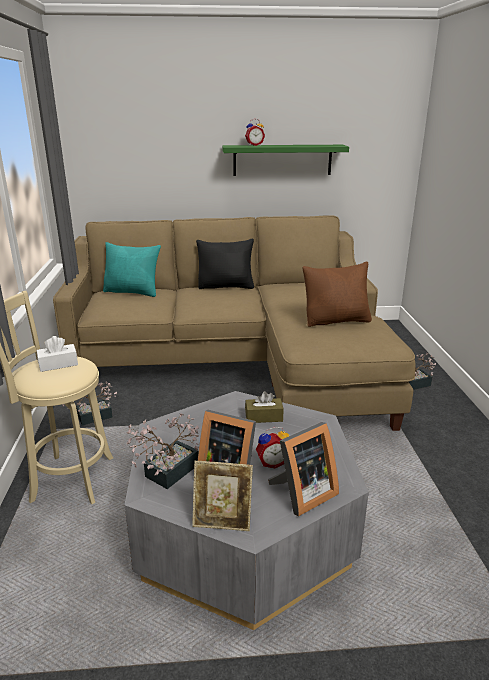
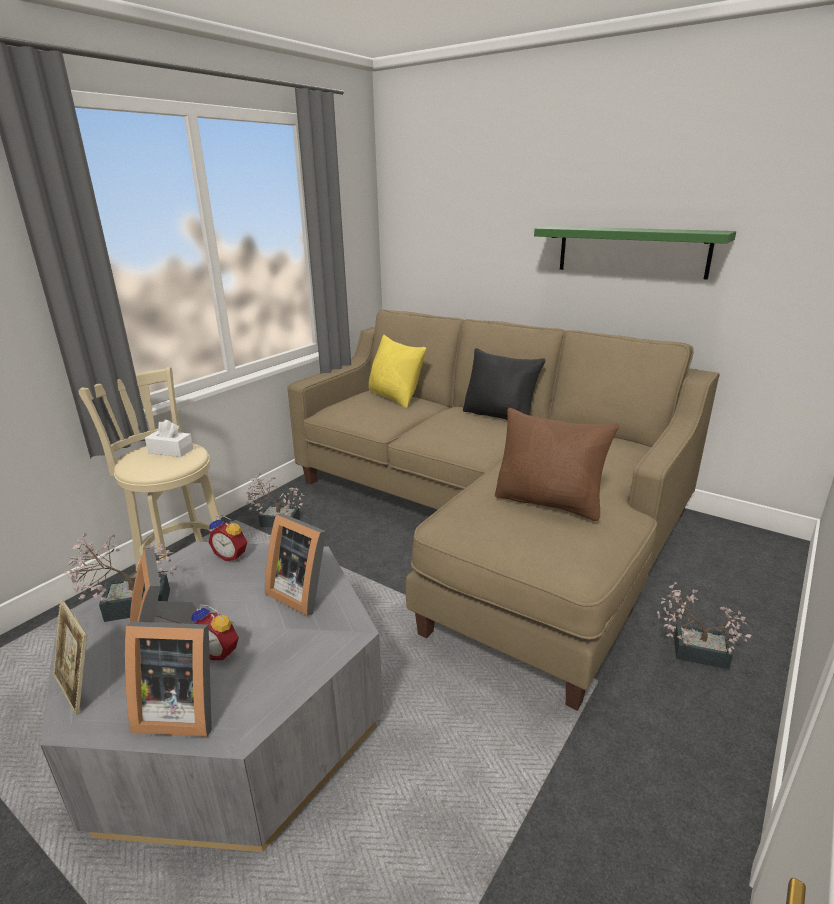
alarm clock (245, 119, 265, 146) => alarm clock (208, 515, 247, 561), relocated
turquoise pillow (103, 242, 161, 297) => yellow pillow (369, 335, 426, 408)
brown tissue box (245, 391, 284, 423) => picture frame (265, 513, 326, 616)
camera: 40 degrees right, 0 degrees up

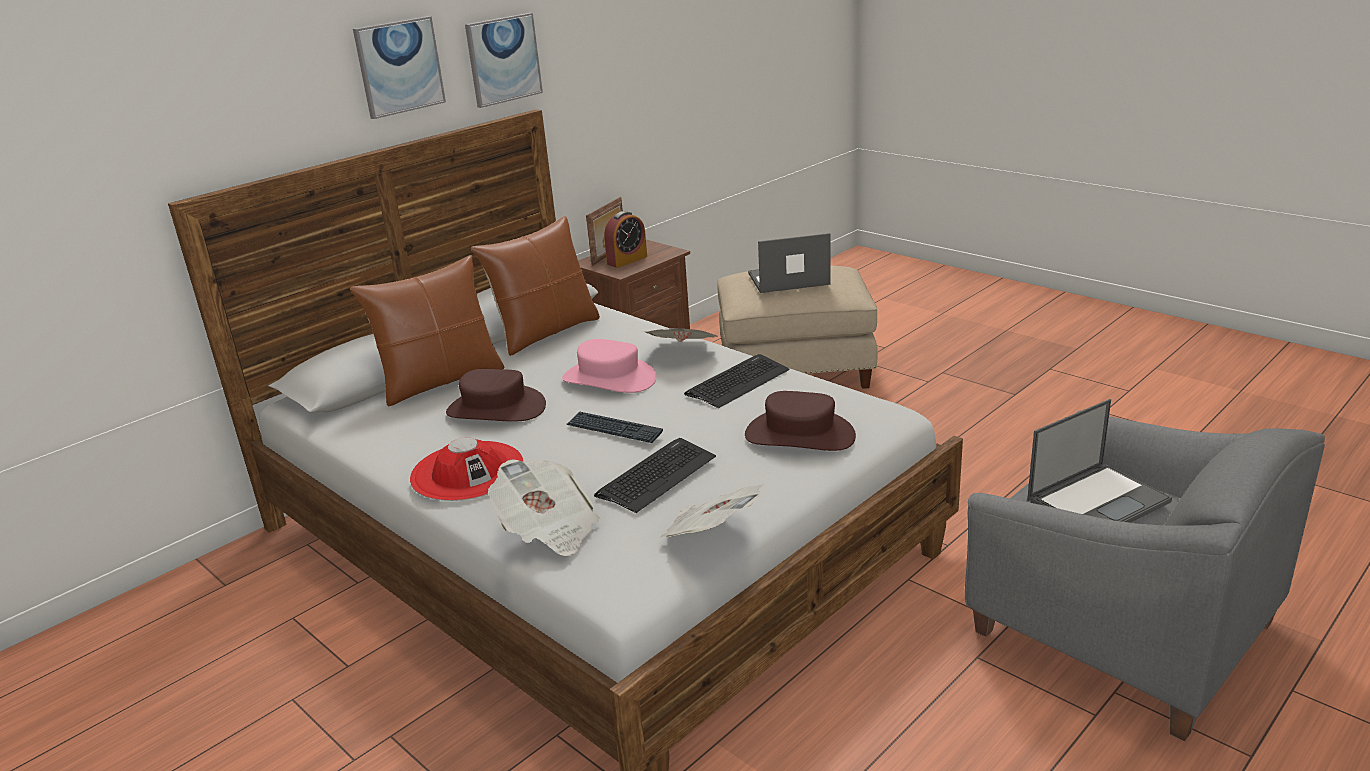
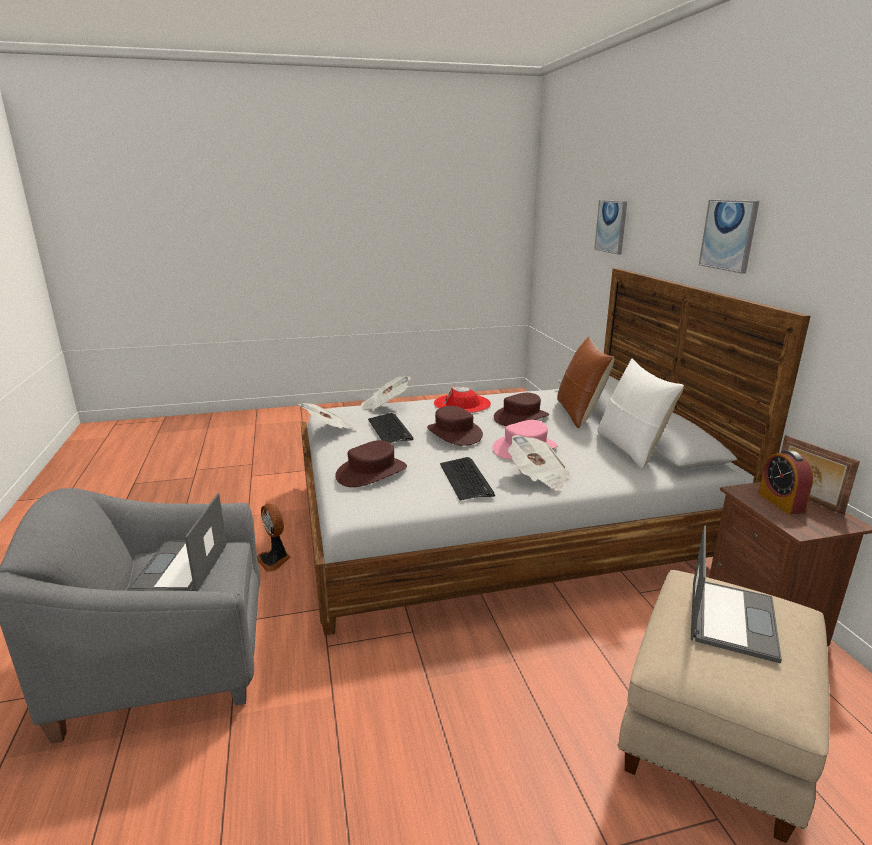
picture (465, 13, 543, 108) => picture (594, 200, 627, 255), relocated
brown pillow (471, 216, 600, 356) => white pillow (597, 359, 684, 469)
keyboard (567, 411, 663, 443) => brown hat (427, 406, 483, 446)
nothing => fan (257, 503, 291, 572)
camera: 120 degrees right, 5 degrees down

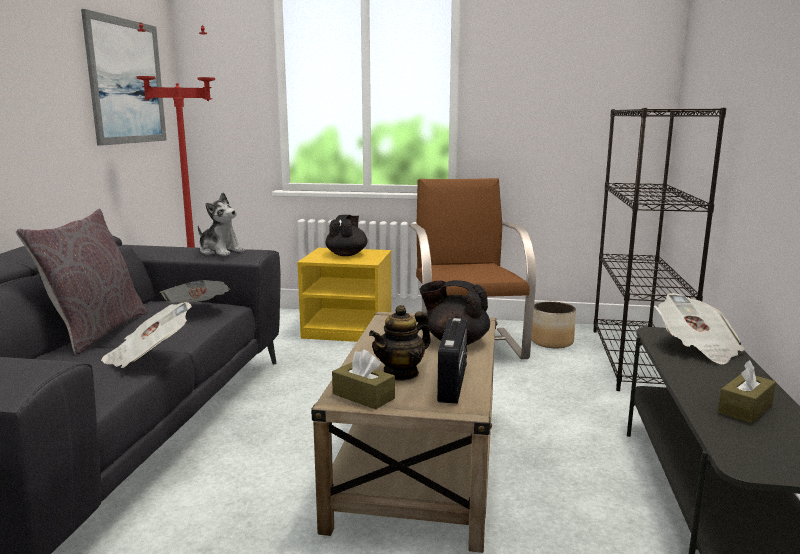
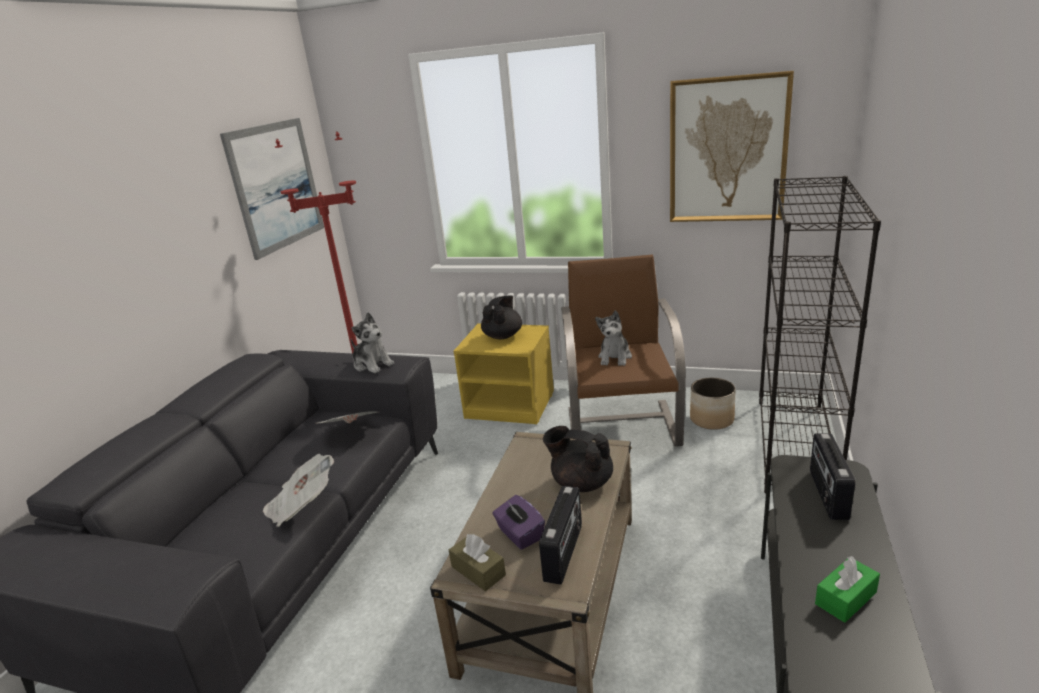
grey pillow (16, 209, 148, 355) => nothing
newspaper (658, 293, 745, 365) => radio (810, 433, 855, 520)
teapot (369, 305, 431, 381) => purple tissue box (492, 495, 545, 550)
brown tissue box (718, 360, 776, 423) => green tissue box (815, 556, 880, 623)
nothing => picture (670, 71, 794, 222)
nothing => plush toy (595, 310, 632, 366)
camera: 10 degrees right, 10 degrees up

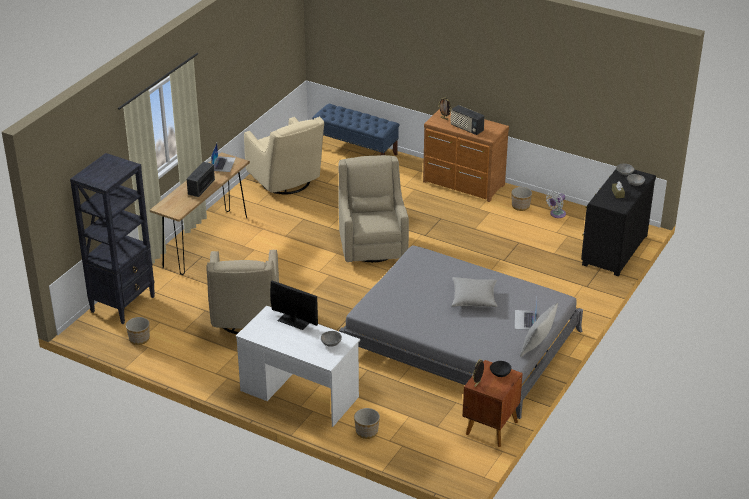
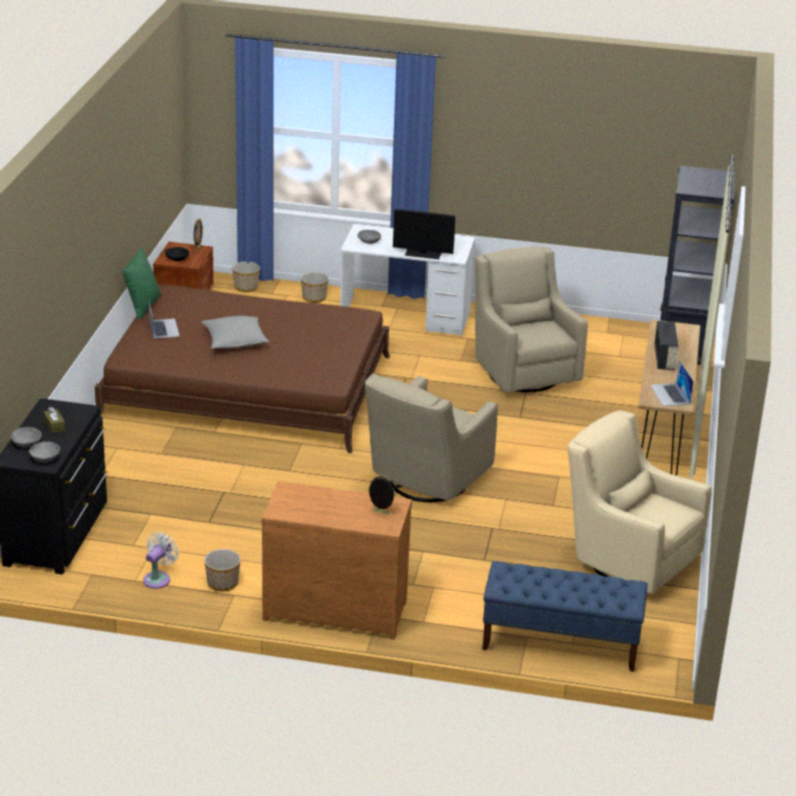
radio (450, 105, 485, 135) => nothing
beige armchair (338, 155, 409, 263) => beige armchair (365, 373, 498, 502), 60 degrees clockwise
grey bed (339, 245, 583, 419) => brown bed (95, 284, 390, 453)
grey pillow (520, 303, 558, 357) => green pillow (122, 247, 161, 320)
planter (126, 317, 150, 345) => planter (232, 262, 260, 292), relocated
camera: 160 degrees right, 5 degrees down

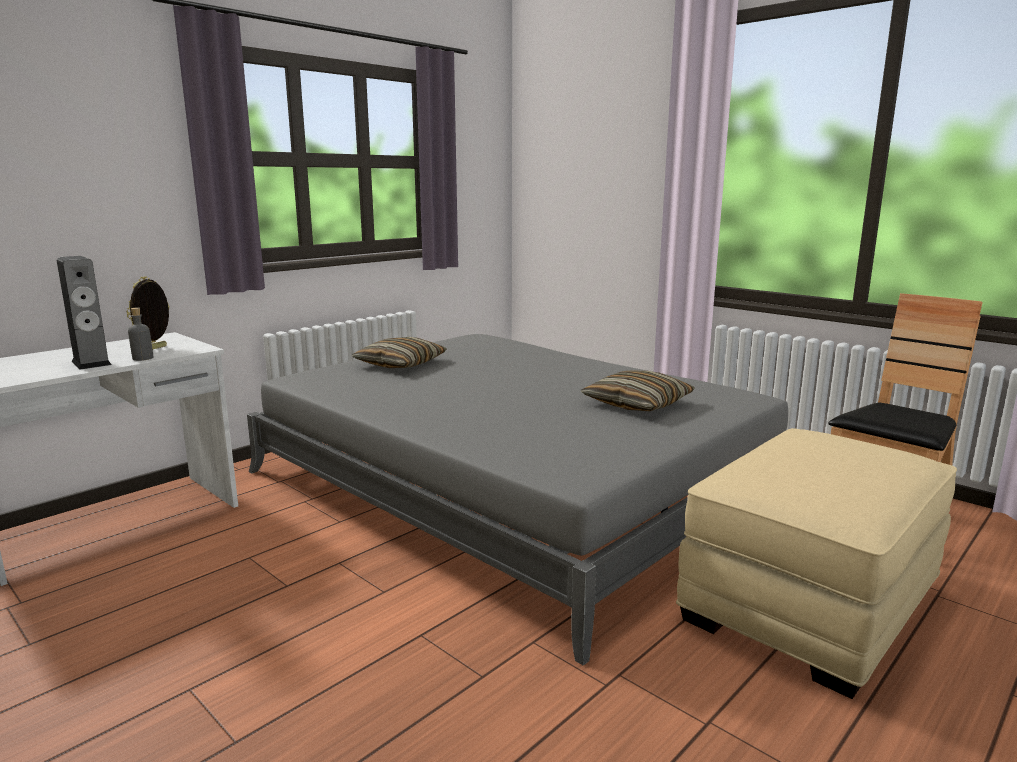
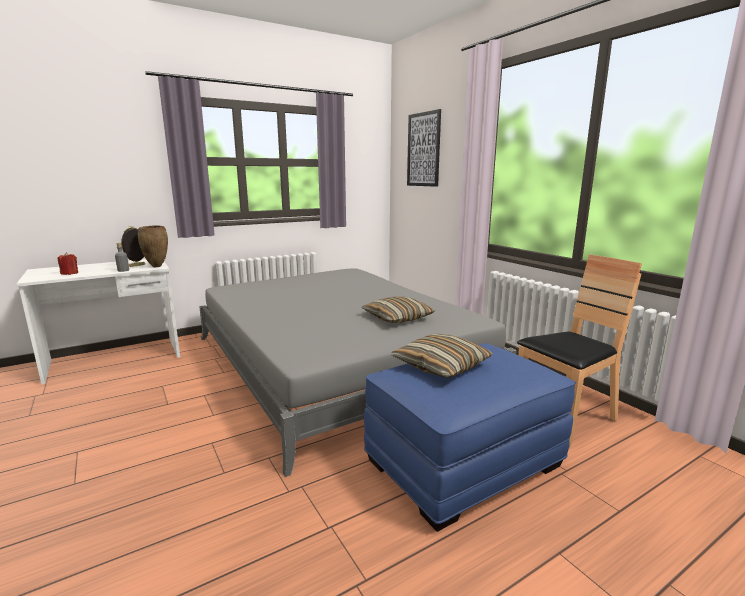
speaker (57, 256, 111, 370) => nothing
pillow (351, 337, 447, 368) => pillow (391, 334, 493, 379), relocated
beige ottoman (676, 428, 957, 699) => blue ottoman (364, 343, 576, 532)
nothing => picture (407, 109, 441, 187)
nothing => brown vase (138, 226, 168, 267)
nothing => red candle (58, 252, 78, 275)
camera: 15 degrees right, 0 degrees up

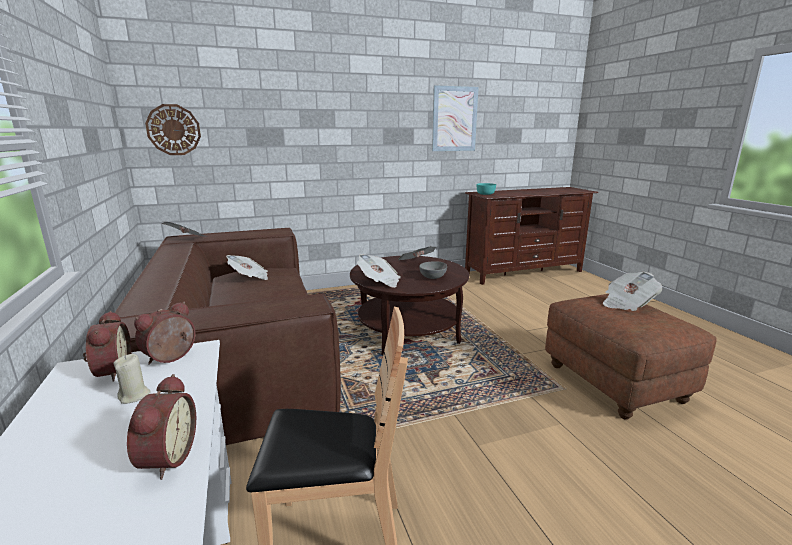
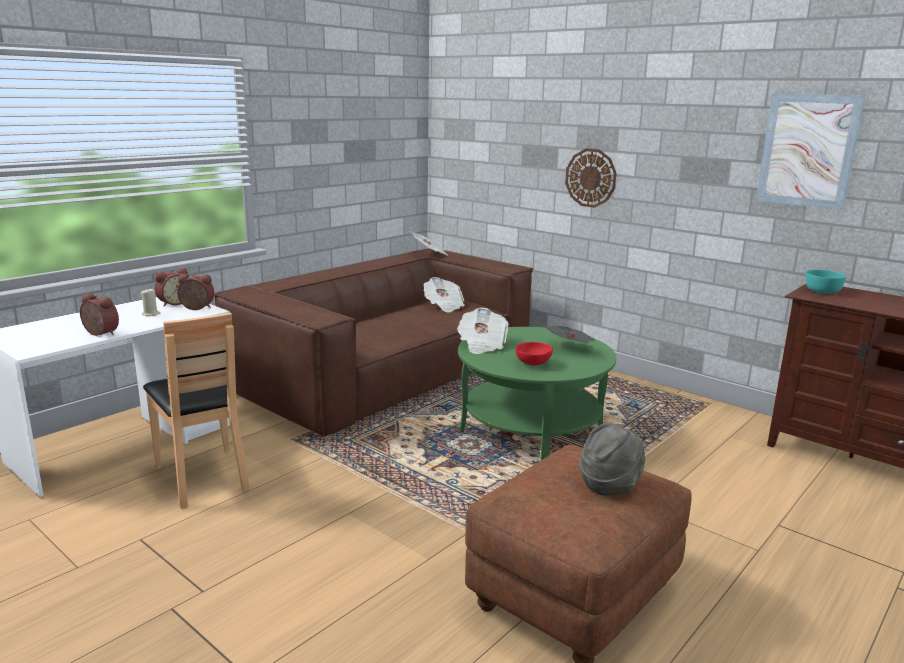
wall clock (145, 104, 201, 155) => wall clock (565, 148, 617, 208), relocated
brown coffee table (350, 256, 469, 355) => green coffee table (458, 327, 616, 460)
grey bowl (419, 261, 447, 279) => red bowl (516, 342, 553, 366)
newspaper (603, 272, 662, 311) => grey hat (579, 423, 645, 496)
alarm clock (127, 374, 196, 480) => alarm clock (80, 293, 119, 336), 120 degrees counterclockwise
camera: 60 degrees right, 0 degrees up

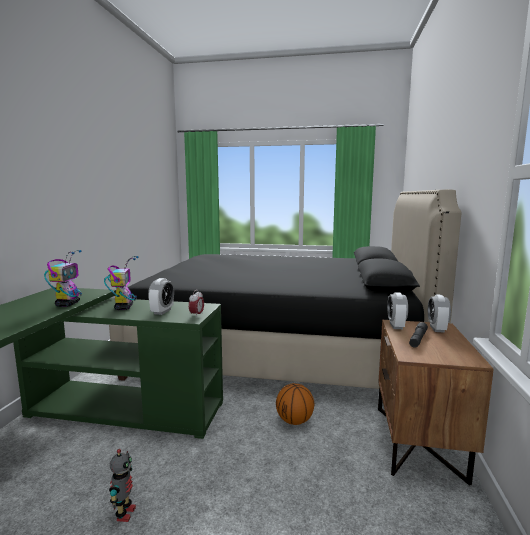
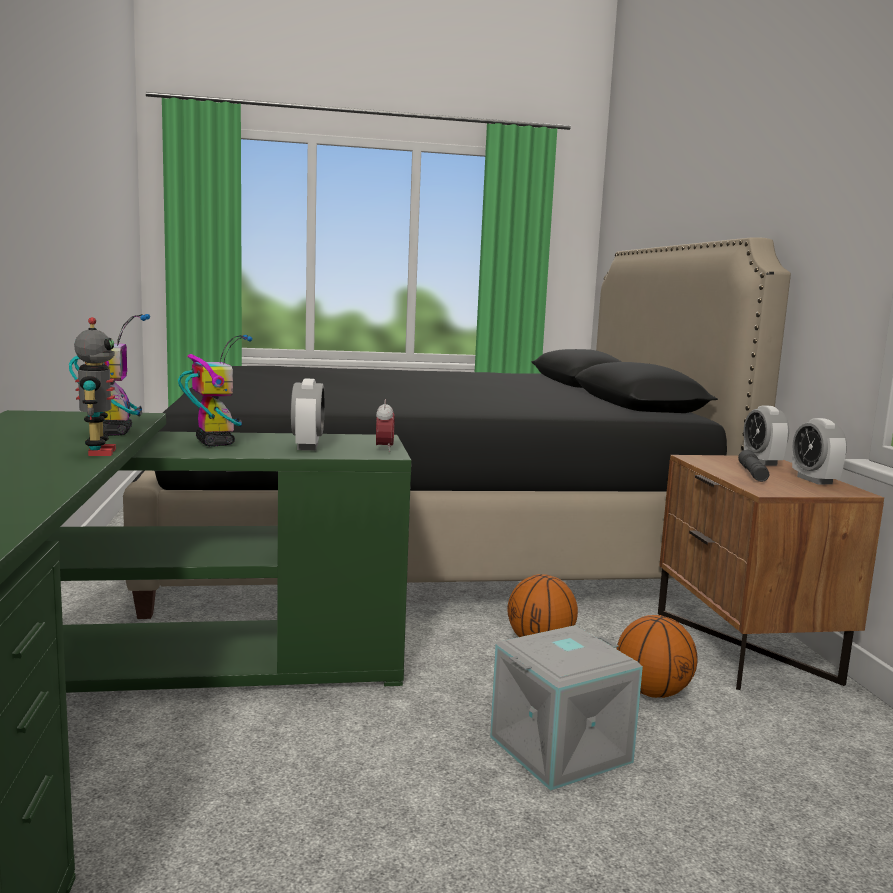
alarm clock (387, 292, 408, 329) => alarm clock (792, 418, 847, 484), relocated
toy robot (109, 449, 136, 522) => toy robot (74, 317, 116, 456), relocated
nothing => basketball (617, 615, 698, 698)
nothing => grey storage box (490, 625, 643, 791)
camera: 20 degrees left, 0 degrees up

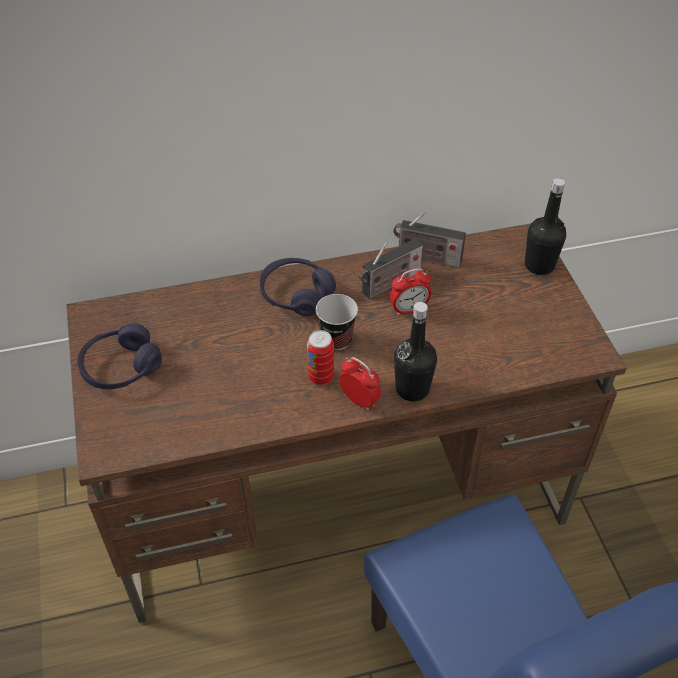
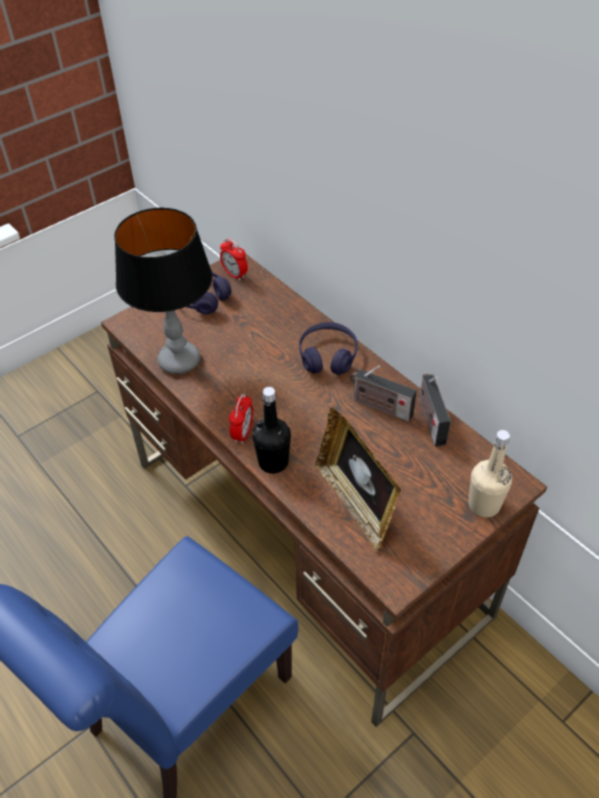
black bottle (525, 178, 566, 275) => beige bottle (468, 430, 512, 517)
alarm clock (390, 268, 431, 316) => alarm clock (220, 238, 248, 281), relocated
cup (316, 294, 358, 350) => nothing
can (307, 330, 334, 385) => nothing
nothing => table lamp (114, 208, 213, 374)
nothing => picture frame (316, 407, 401, 552)
camera: 65 degrees right, 0 degrees up

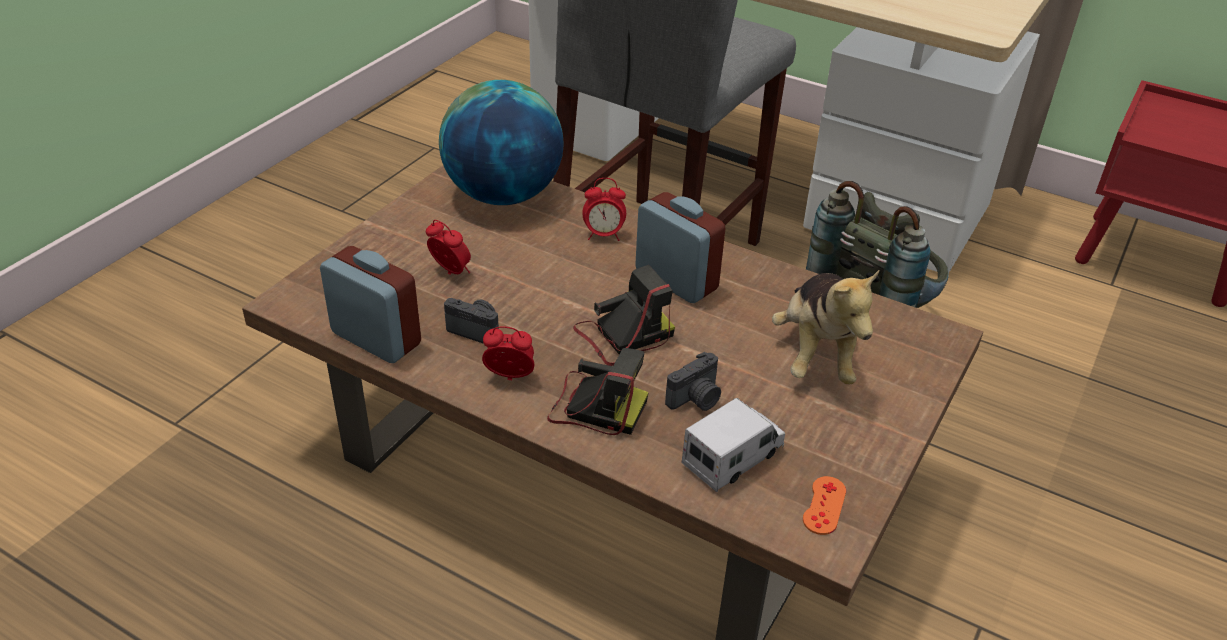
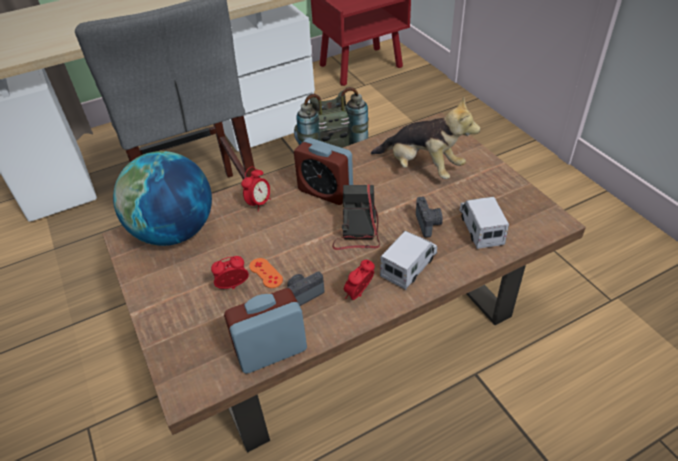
alarm clock (635, 192, 726, 303) => alarm clock (294, 138, 353, 205), 135 degrees counterclockwise
photo camera (547, 348, 649, 435) => toy truck (380, 231, 437, 290)
orange game controller (803, 476, 846, 535) => orange game controller (249, 258, 283, 288), relocated
camera: 55 degrees left, 5 degrees up

